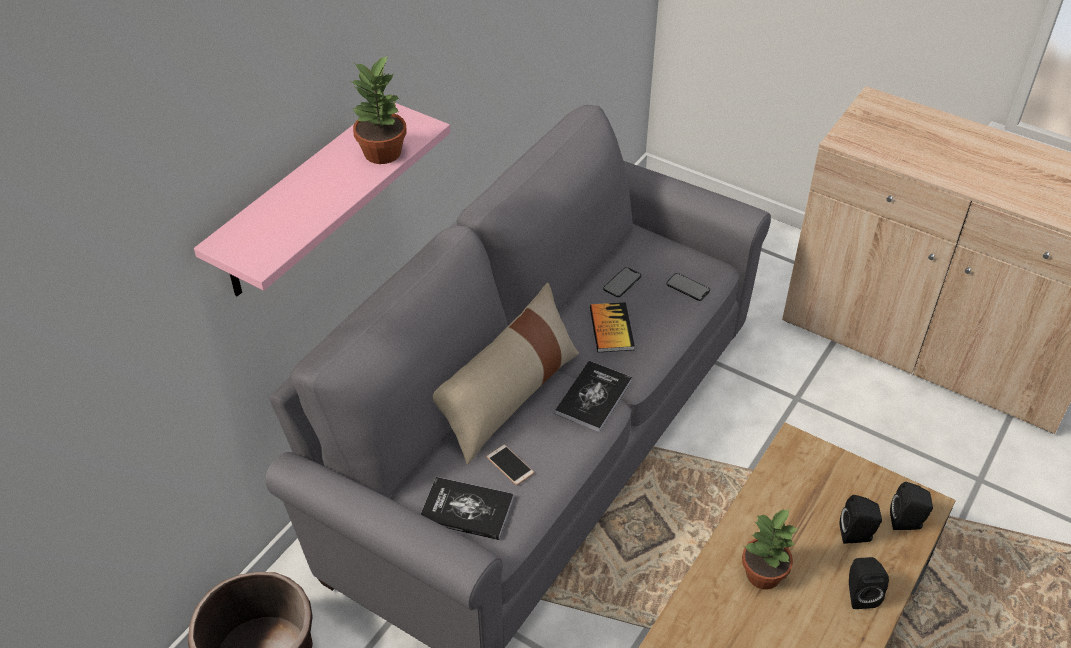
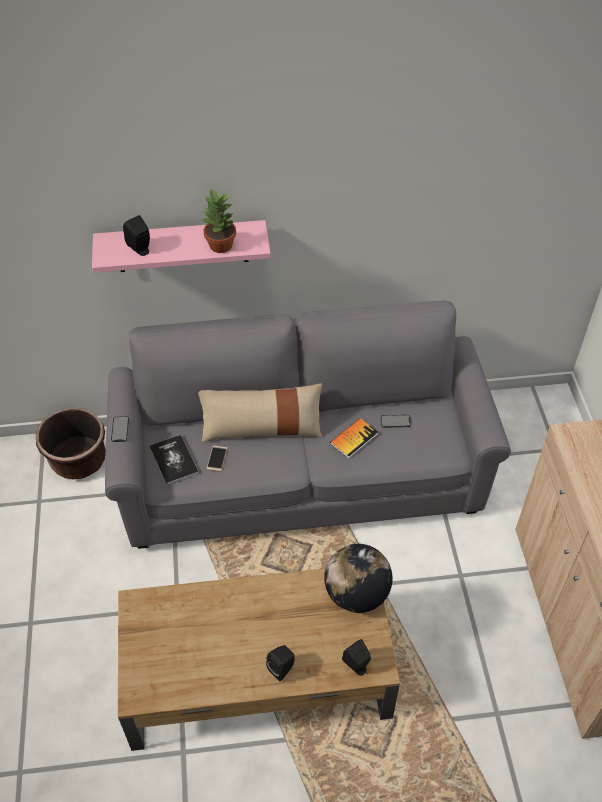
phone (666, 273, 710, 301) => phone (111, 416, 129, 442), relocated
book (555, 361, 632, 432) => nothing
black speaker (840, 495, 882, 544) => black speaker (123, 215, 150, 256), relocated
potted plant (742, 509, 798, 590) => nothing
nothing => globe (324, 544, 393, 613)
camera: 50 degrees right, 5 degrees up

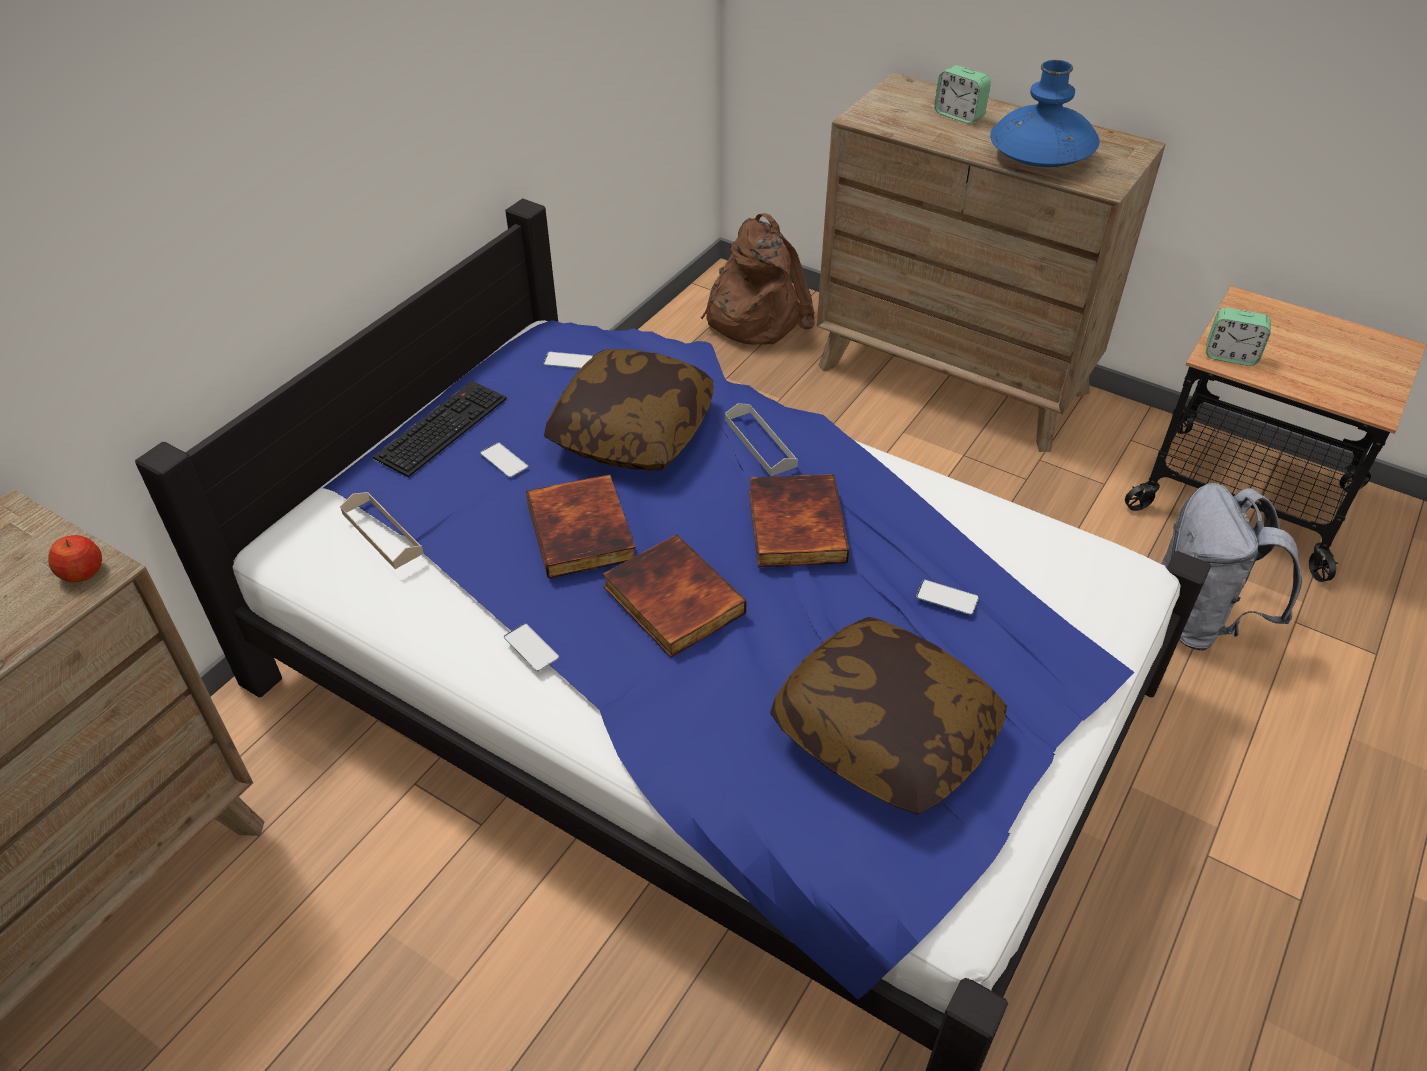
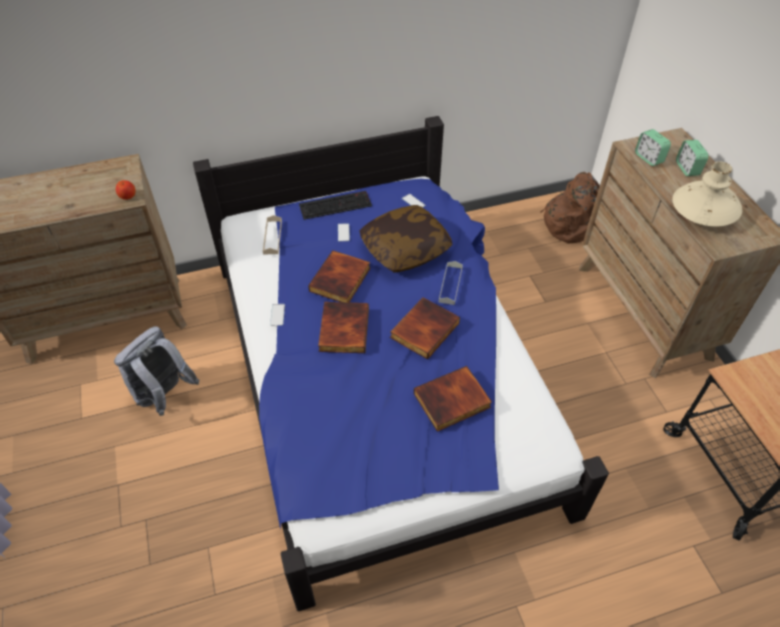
blue vase (990, 60, 1100, 167) => beige vase (672, 161, 742, 227)
alarm clock (1206, 308, 1271, 366) => alarm clock (635, 129, 671, 166), relocated
grey backpack (1161, 483, 1302, 651) => grey backpack (114, 326, 200, 416), relocated
phone (916, 580, 979, 615) => book (414, 366, 492, 432)
pillow (770, 617, 1007, 815) => nothing
camera: 40 degrees right, 5 degrees up

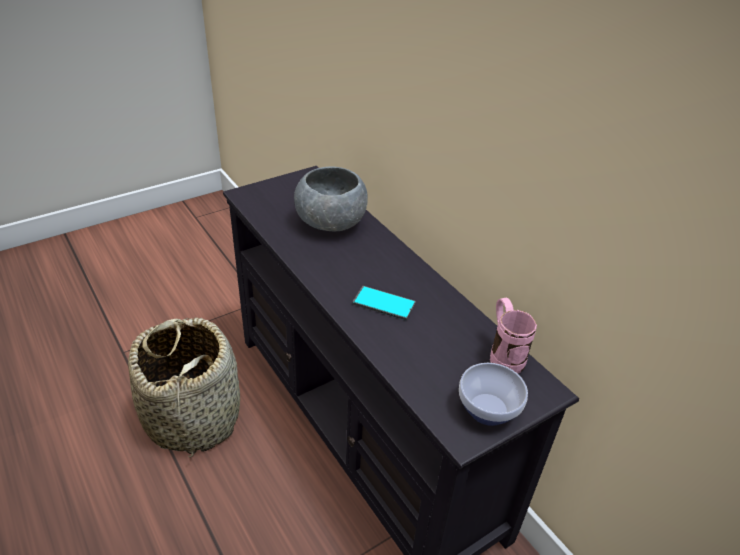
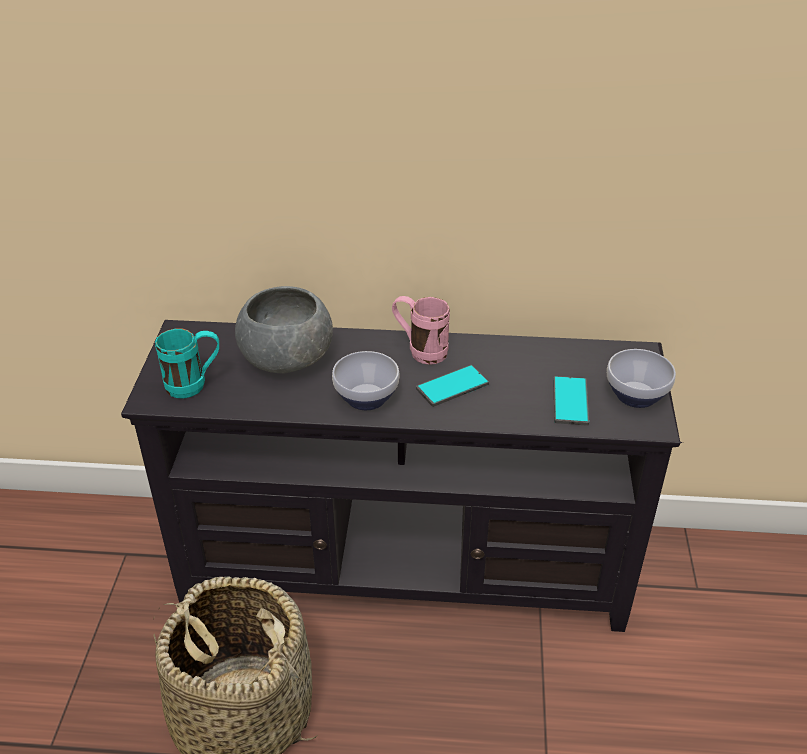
pink mug (490, 297, 537, 374) => pink mug (392, 296, 450, 365), relocated
nothing => turquoise mug (155, 328, 219, 398)
nothing => bowl (332, 351, 400, 410)
nothing => phone (553, 376, 589, 426)
camera: 50 degrees left, 0 degrees up

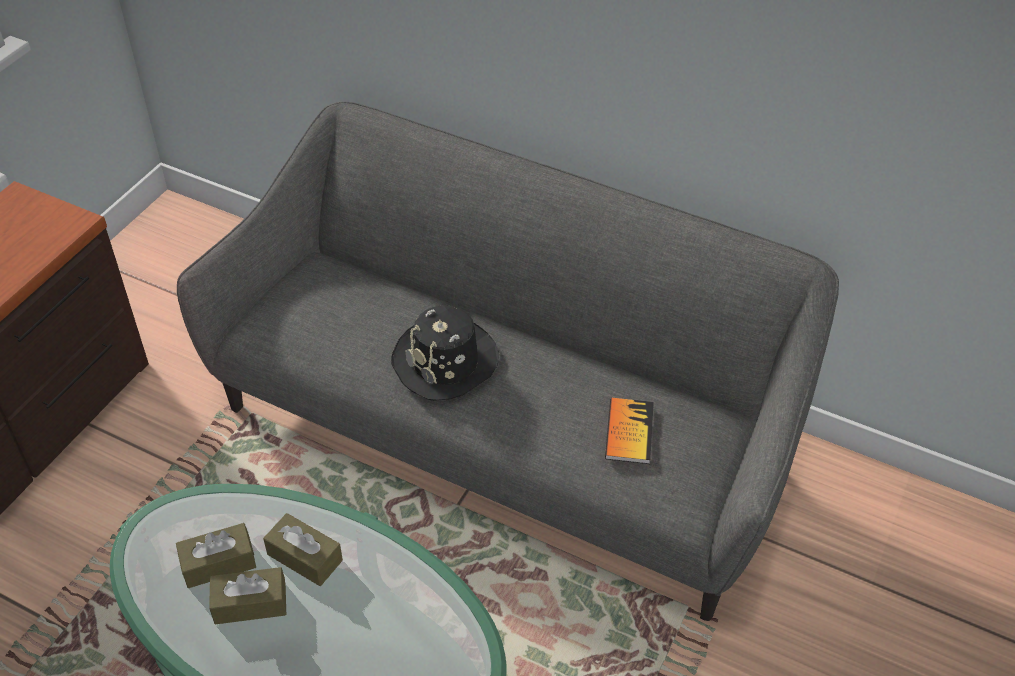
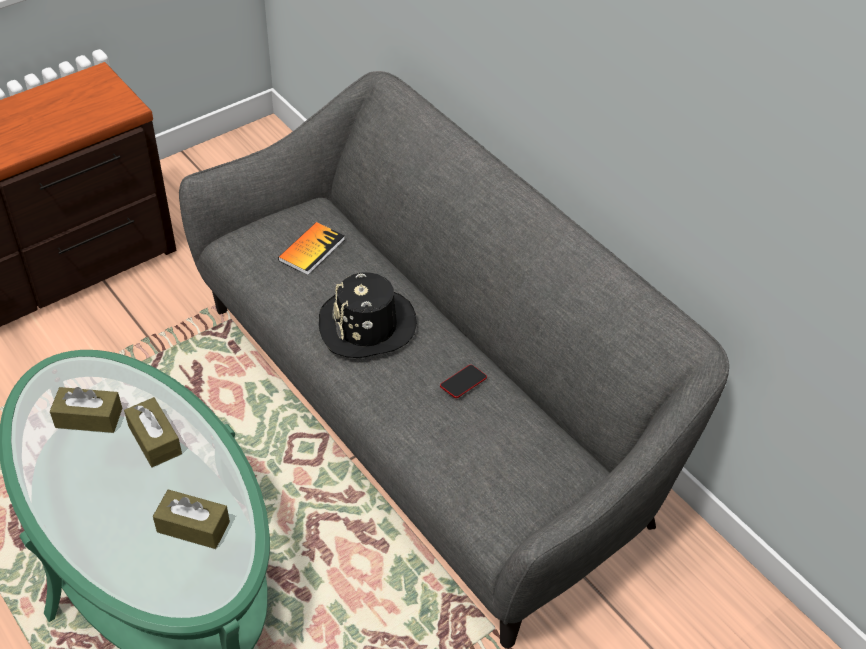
book (605, 398, 654, 464) => book (278, 222, 345, 275), relocated
brown tissue box (209, 567, 286, 624) => brown tissue box (153, 489, 230, 549), relocated
nothing => phone (440, 365, 487, 398)
camera: 25 degrees right, 0 degrees up

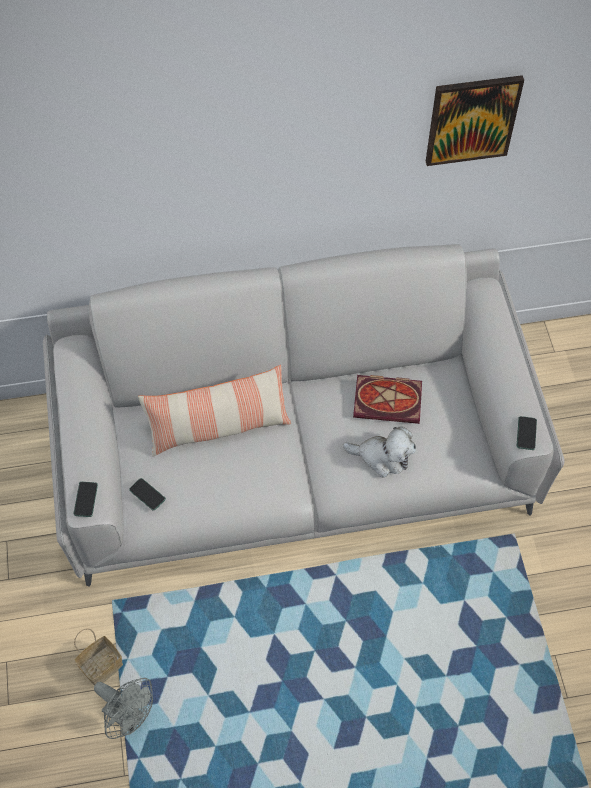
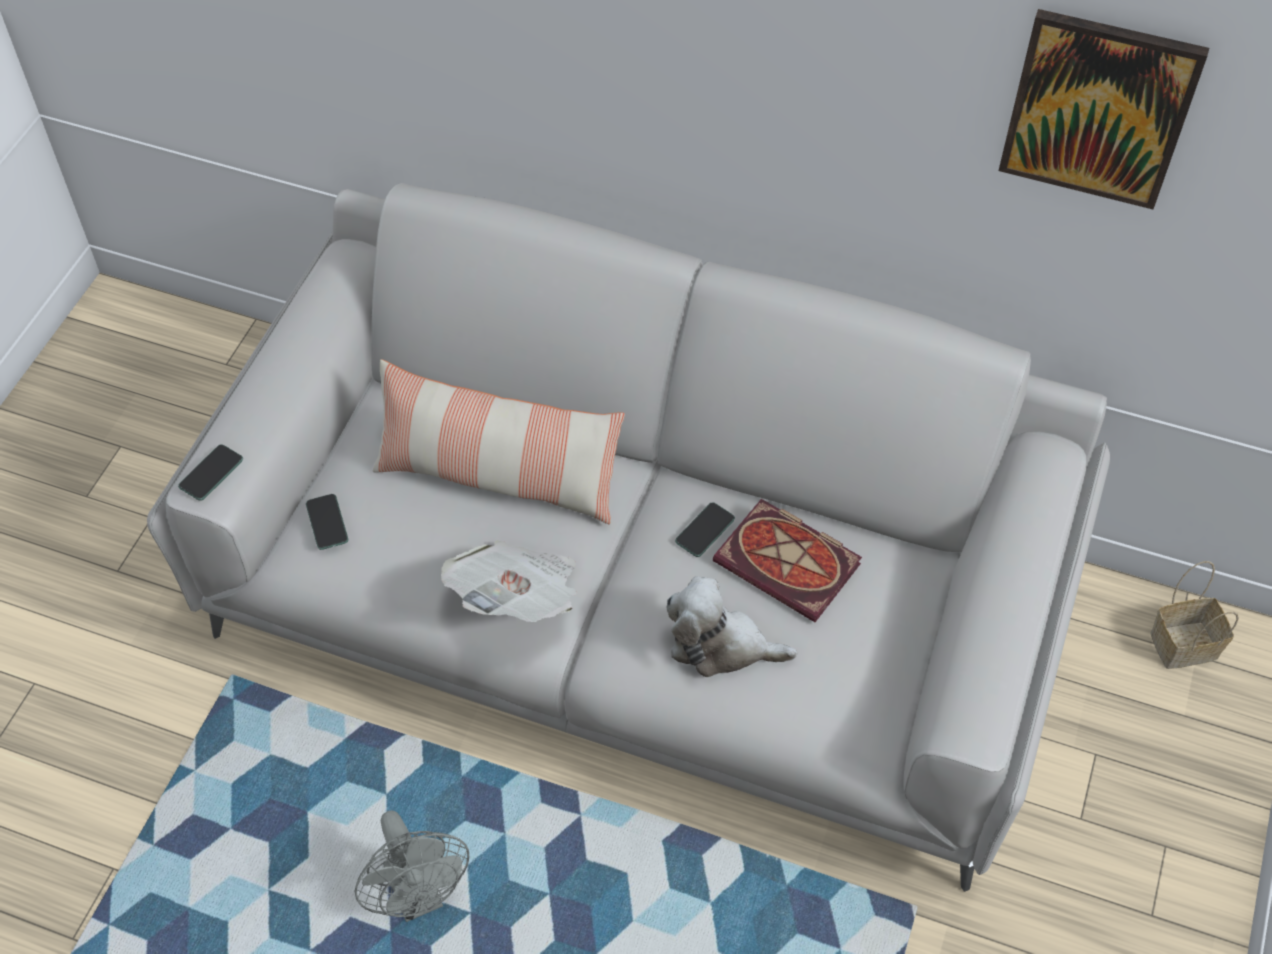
phone (517, 416, 537, 450) => phone (675, 502, 735, 557), relocated
plush toy (343, 426, 416, 478) => plush toy (667, 576, 797, 677), 150 degrees clockwise
basket (74, 628, 123, 686) => basket (1150, 561, 1239, 669), relocated
grey fan (94, 678, 153, 739) => grey fan (355, 811, 469, 922), relocated
nothing => newspaper (441, 540, 577, 622)
camera: 30 degrees right, 5 degrees down

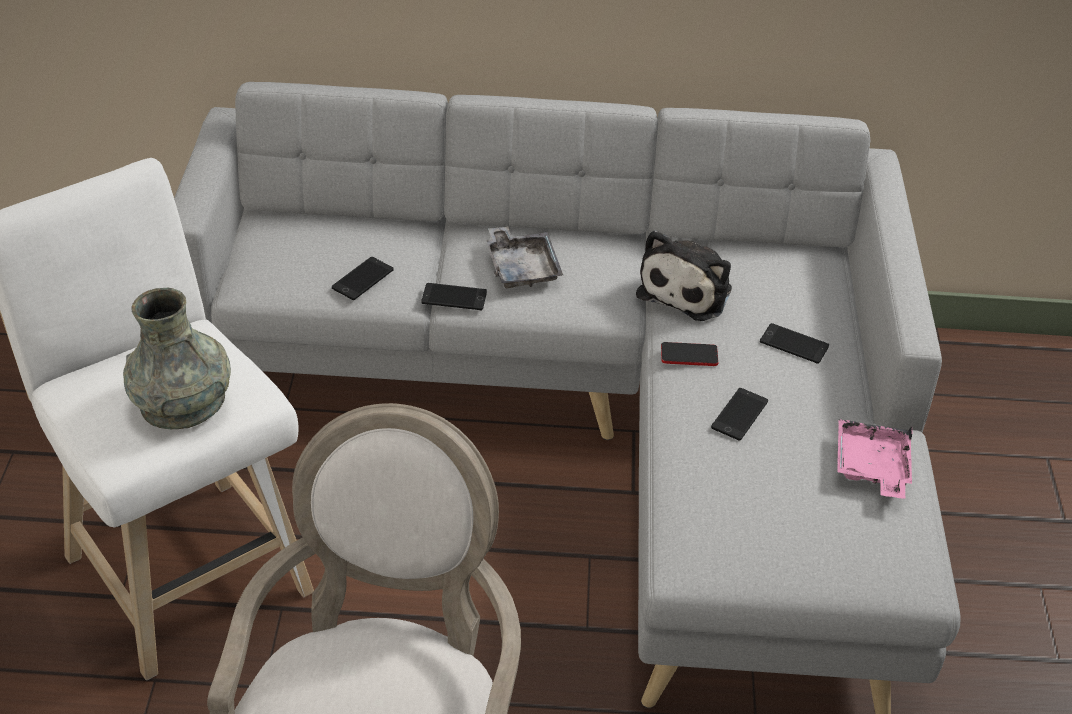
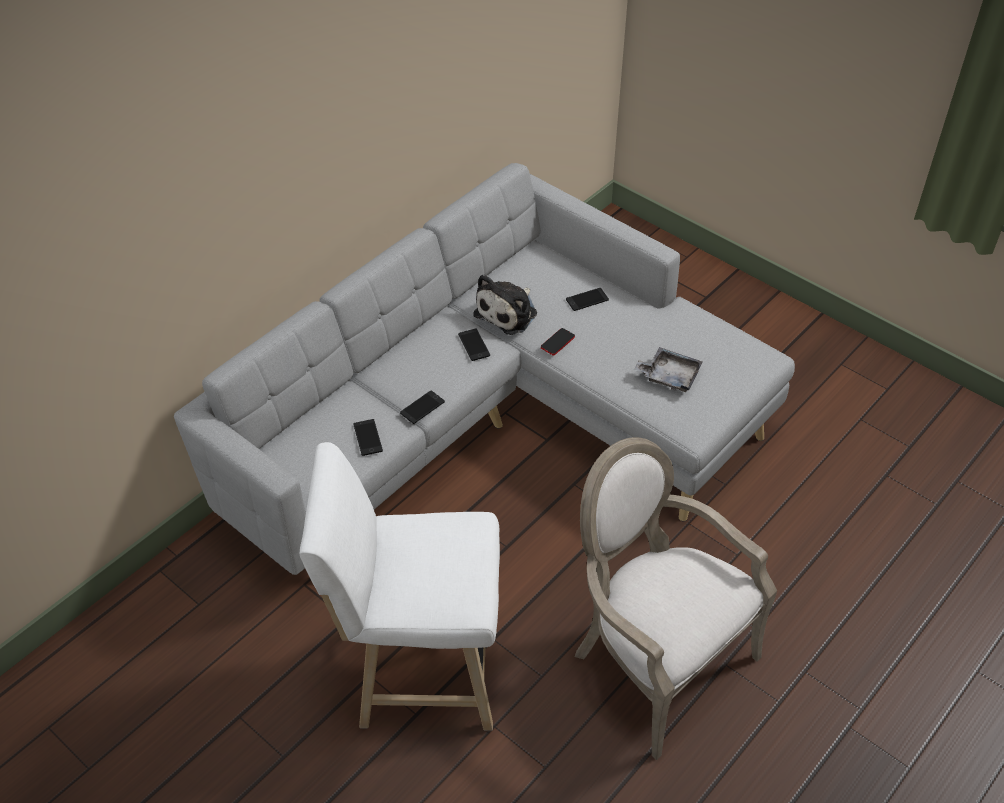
grey tray (486, 226, 563, 288) => grey tray (634, 347, 702, 392), relocated
plush toy (636, 230, 732, 321) => plush toy (473, 274, 537, 335), 60 degrees clockwise
grey vase (123, 288, 231, 429) => nothing
phone (711, 388, 768, 441) => phone (458, 329, 490, 361), relocated
pink tray (837, 419, 912, 499) => nothing
camera: 50 degrees left, 5 degrees up

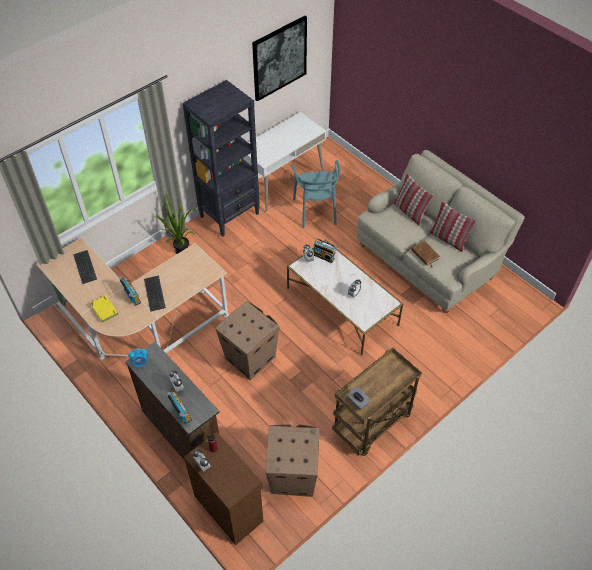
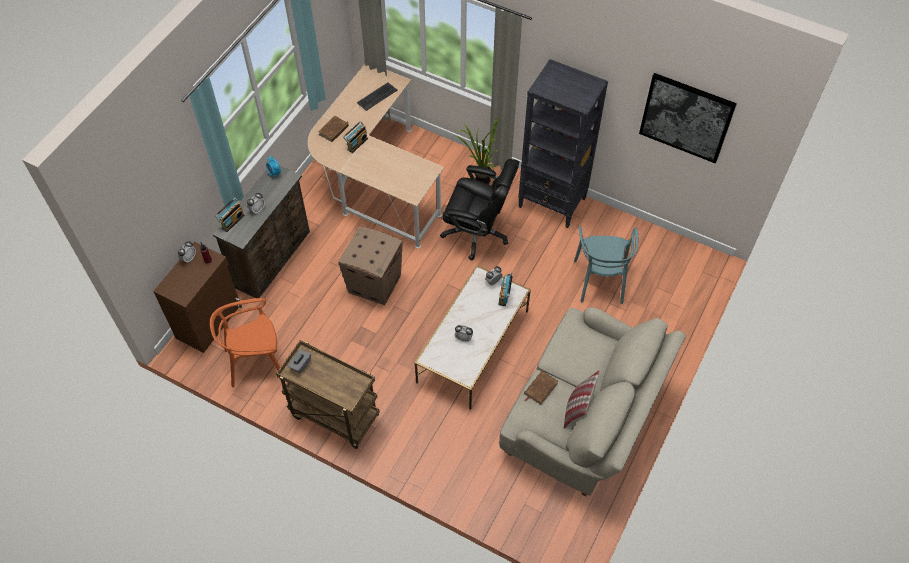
white desk (242, 112, 326, 211) => nothing
turquoise chair (291, 160, 341, 228) => turquoise chair (574, 226, 638, 304), 60 degrees counterclockwise
pillow (393, 173, 433, 225) => nothing
keyboard (144, 275, 166, 312) => nothing
yellow book (90, 295, 119, 324) => brown book (318, 116, 349, 142)
cardboard box (265, 425, 319, 497) => orange chair (210, 298, 280, 387)
nothing => black office chair (440, 159, 519, 261)
camera: 70 degrees right, 5 degrees up

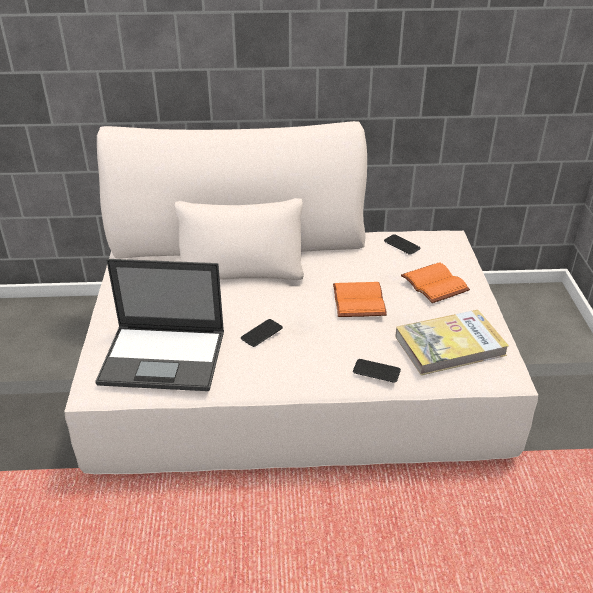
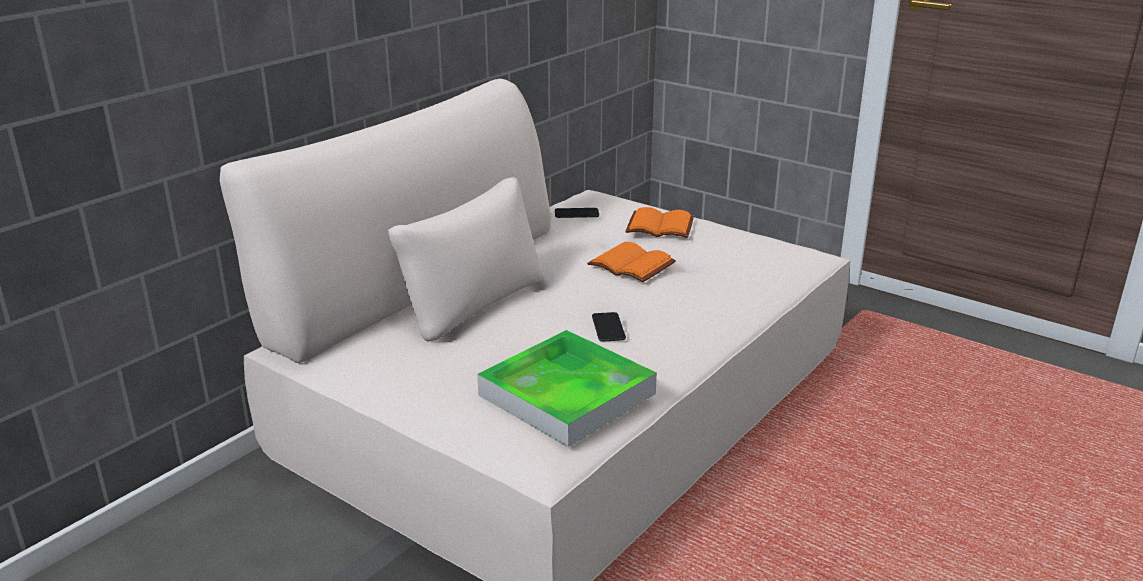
laptop (95, 259, 224, 391) => tray (477, 330, 657, 447)
book (395, 310, 509, 375) => nothing
phone (353, 359, 401, 383) => nothing
camera: 50 degrees left, 10 degrees down

